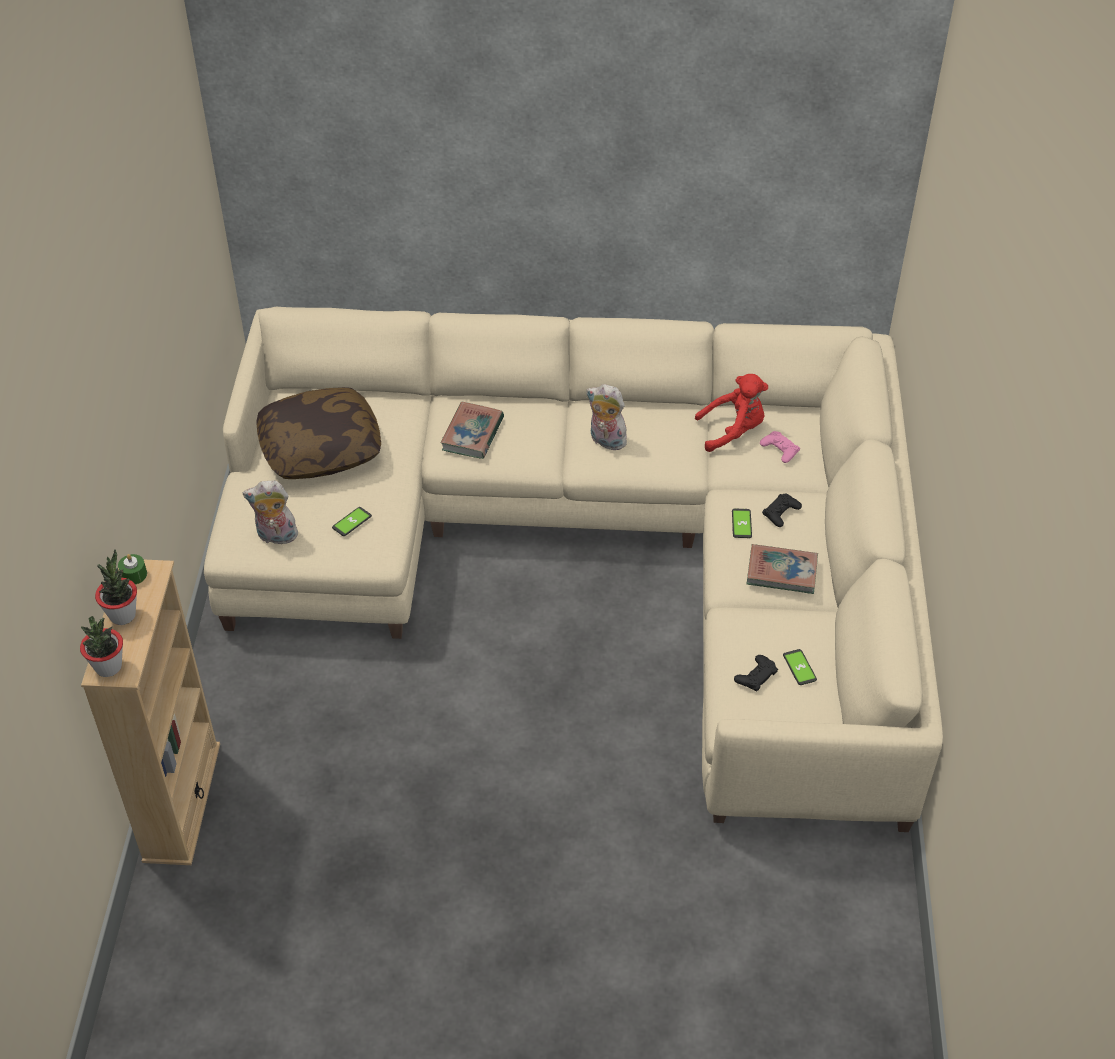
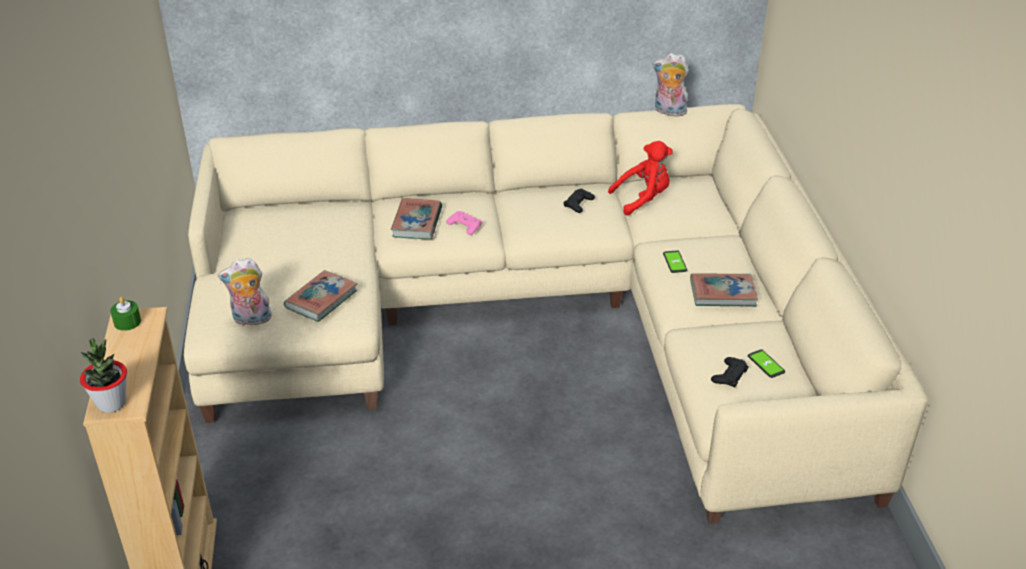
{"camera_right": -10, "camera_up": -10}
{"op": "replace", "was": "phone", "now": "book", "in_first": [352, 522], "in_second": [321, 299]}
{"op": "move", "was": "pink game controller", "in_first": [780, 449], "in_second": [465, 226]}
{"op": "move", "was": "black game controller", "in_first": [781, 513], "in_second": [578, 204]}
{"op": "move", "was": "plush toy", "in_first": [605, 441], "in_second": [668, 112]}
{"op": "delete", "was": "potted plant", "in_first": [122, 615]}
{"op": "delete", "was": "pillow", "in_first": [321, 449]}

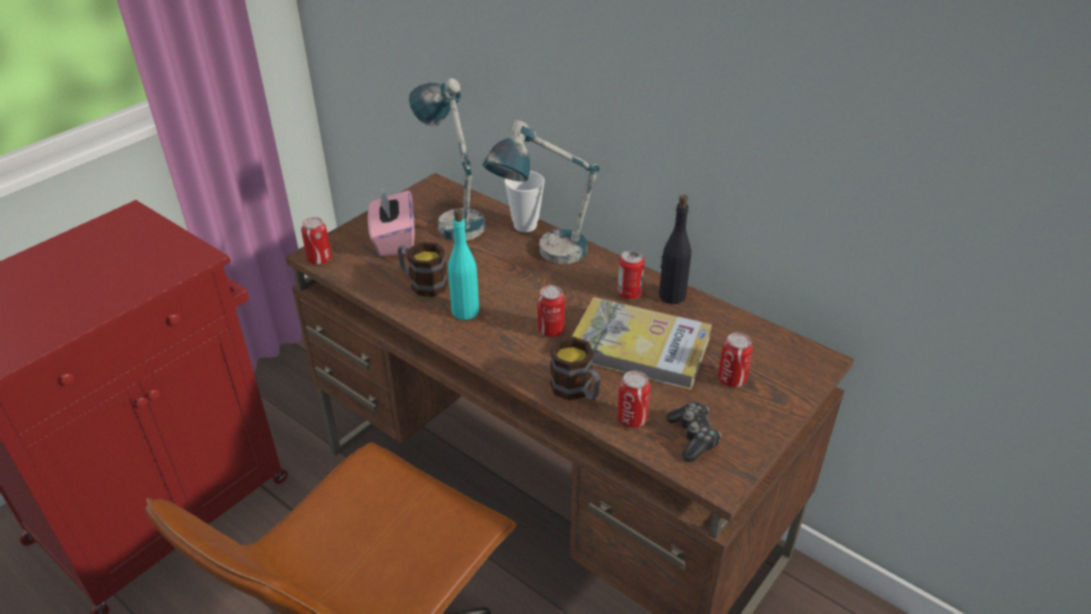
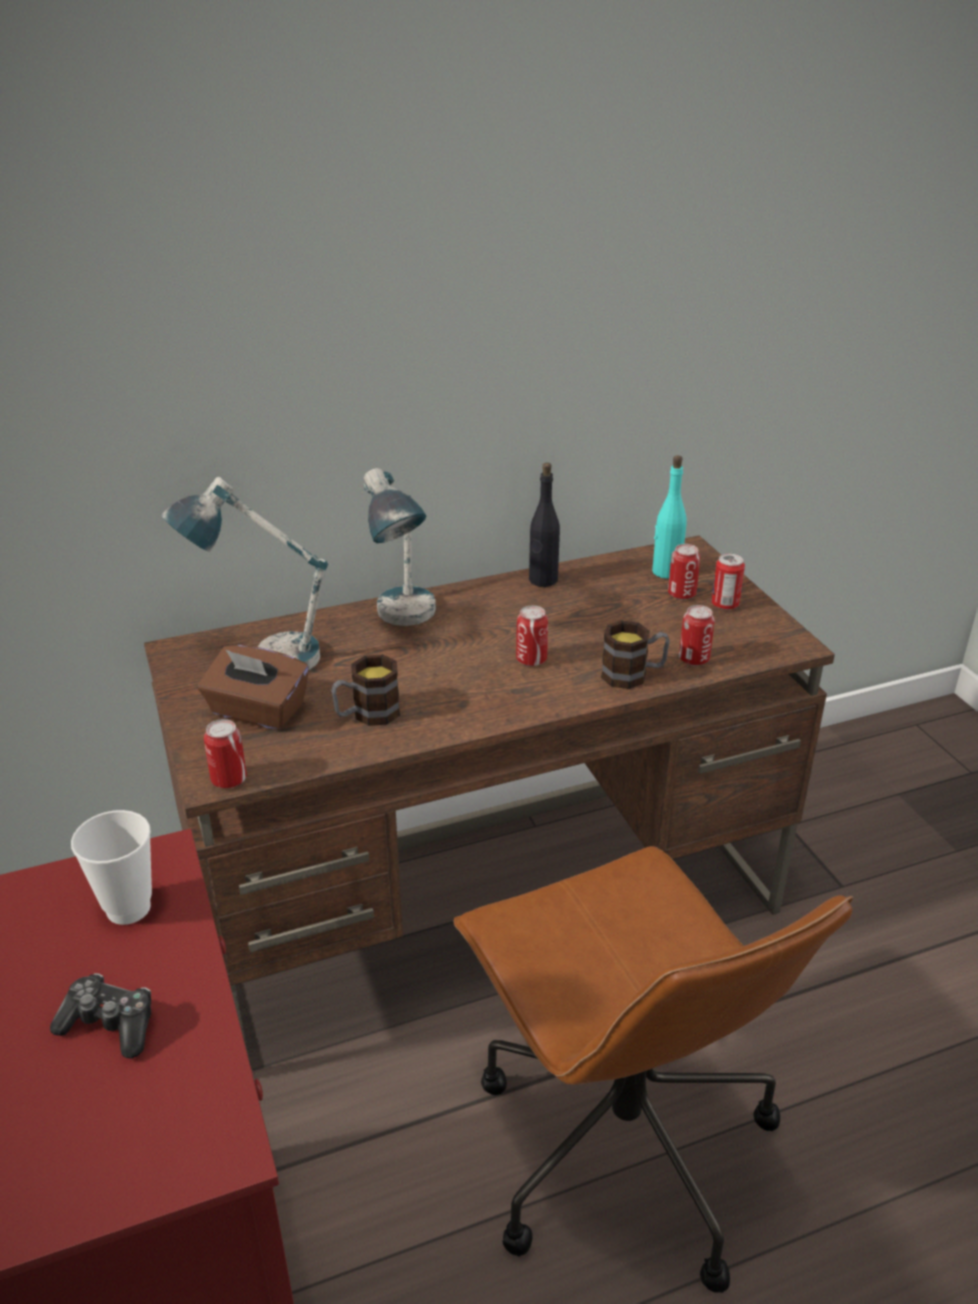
{"camera_right": -60, "camera_up": -5}
{"op": "move", "was": "game controller", "in_first": [693, 437], "in_second": [110, 1024]}
{"op": "move", "was": "cup", "in_first": [525, 225], "in_second": [128, 908]}
{"op": "recolor", "was": "pink tissue box", "now": "brown tissue box", "in_first": [394, 240], "in_second": [257, 711]}
{"op": "move", "was": "turquoise bottle", "in_first": [465, 311], "in_second": [666, 571]}
{"op": "move", "was": "can", "in_first": [629, 294], "in_second": [725, 605]}
{"op": "delete", "was": "book", "in_first": [639, 347]}

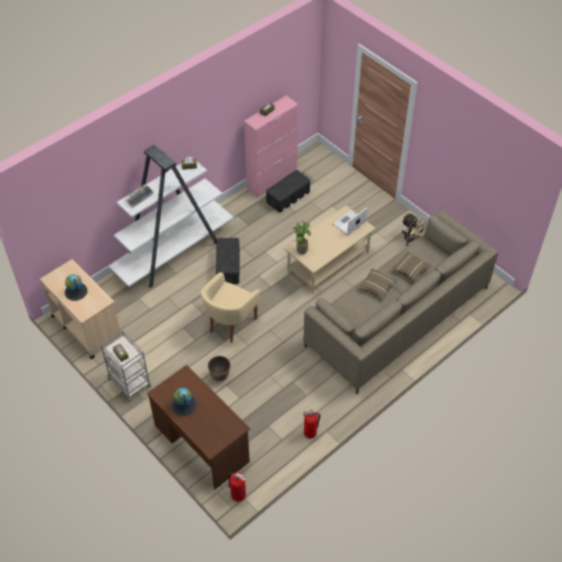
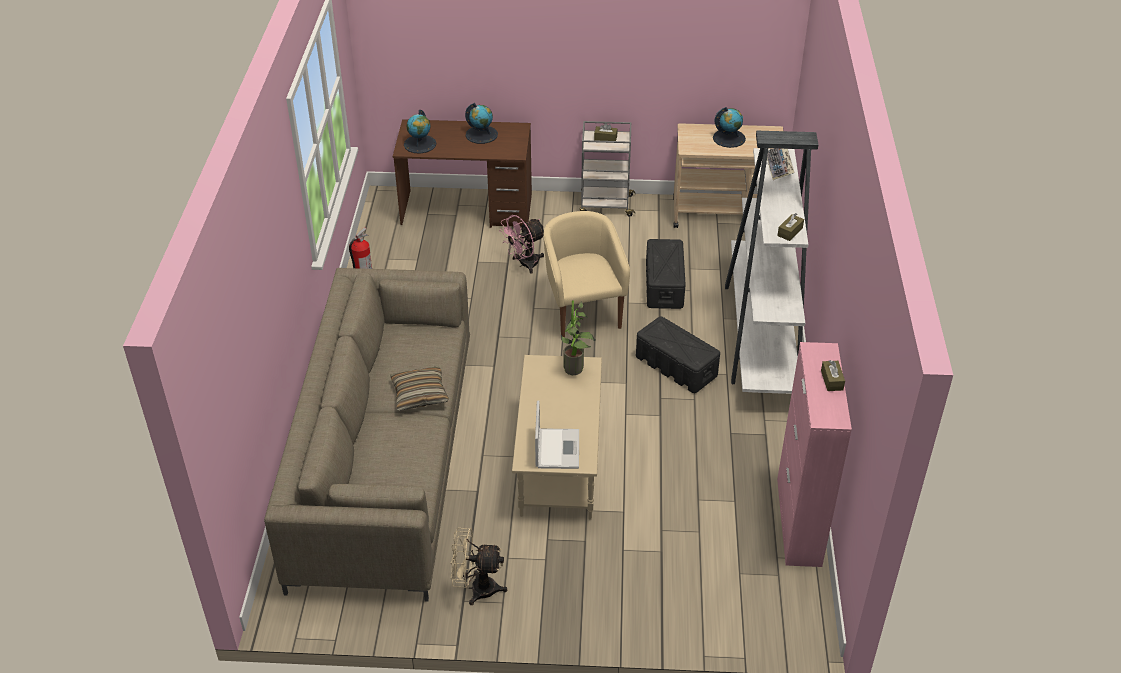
{"camera_right": 135, "camera_up": -10}
{"op": "insert", "now": "globe", "in_second": [420, 144]}
{"op": "replace", "was": "planter", "now": "pink fan", "in_first": [220, 376], "in_second": [524, 264]}
{"op": "move", "was": "black storage box", "in_first": [288, 197], "in_second": [664, 285]}
{"op": "delete", "was": "fire extinguisher", "in_first": [237, 494]}
{"op": "delete", "was": "pillow", "in_first": [410, 270]}

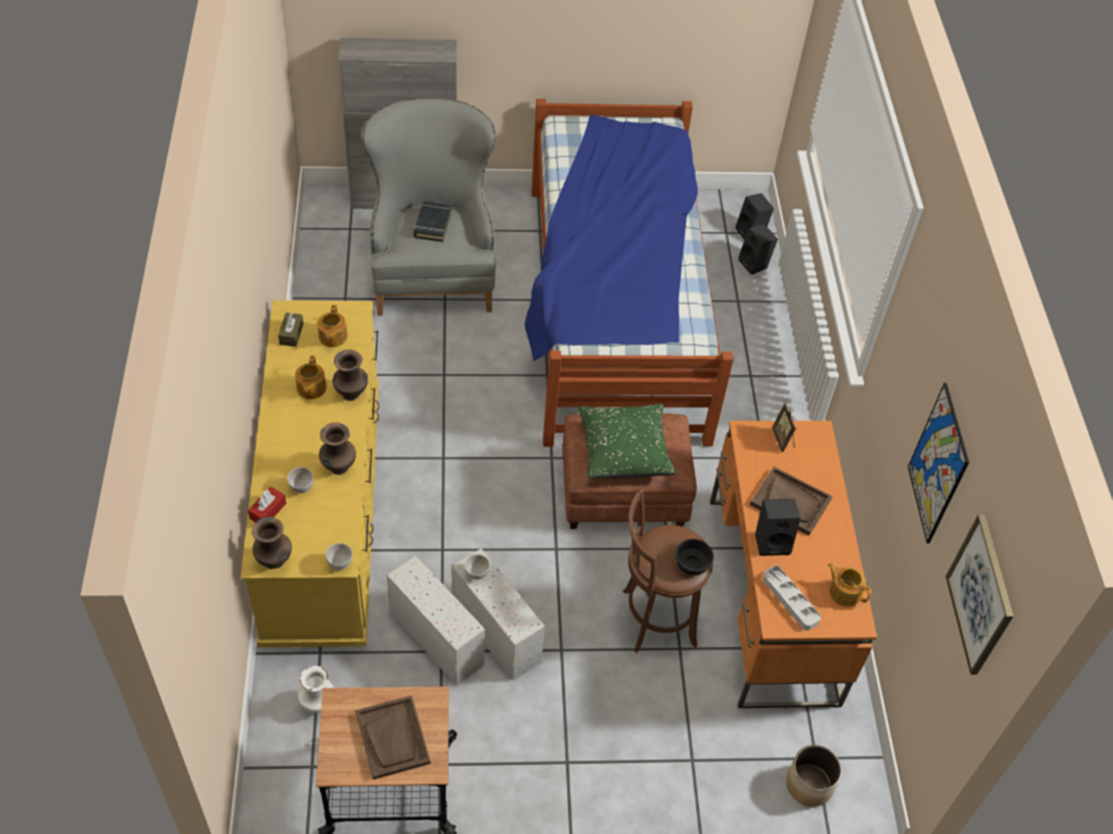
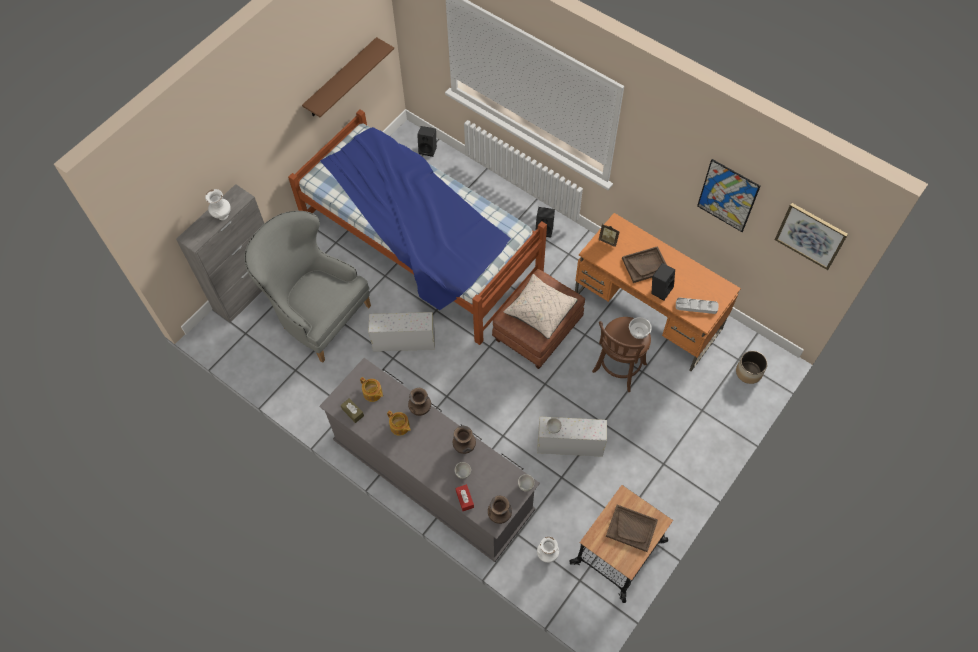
{"camera_right": -45, "camera_up": 10}
{"op": "insert", "now": "white vase", "in_second": [222, 216]}
{"op": "insert", "now": "brown shelf", "in_second": [341, 79]}
{"op": "recolor", "was": "yellow dresser", "now": "grey dresser", "in_first": [324, 512], "in_second": [433, 476]}
{"op": "move", "was": "white storage box", "in_first": [435, 637], "in_second": [403, 341]}
{"op": "recolor", "was": "green pillow", "now": "beige pillow", "in_first": [624, 451], "in_second": [540, 311]}
{"op": "move", "was": "black speaker", "in_first": [755, 264], "in_second": [545, 229]}
{"op": "recolor", "was": "black bowl", "now": "white bowl", "in_first": [690, 564], "in_second": [638, 332]}
{"op": "delete", "was": "black book", "in_first": [432, 224]}
{"op": "delete", "was": "teapot", "in_first": [844, 592]}

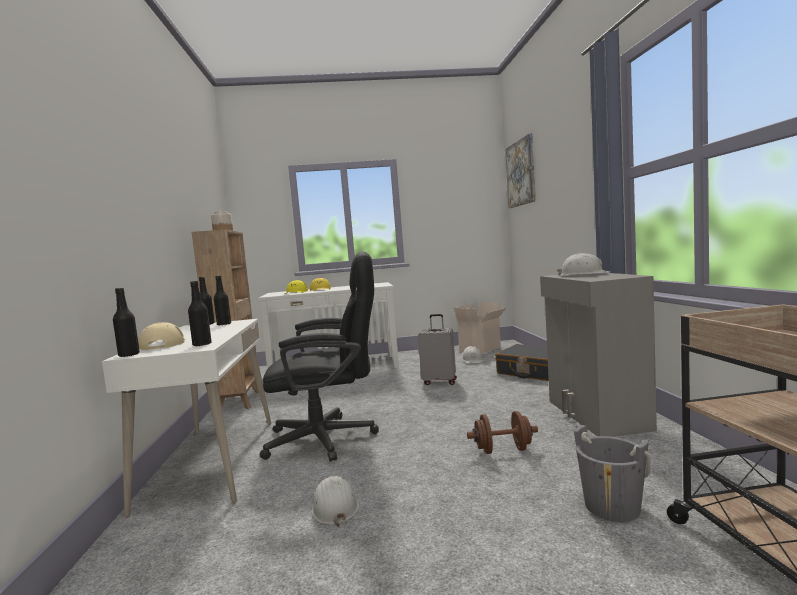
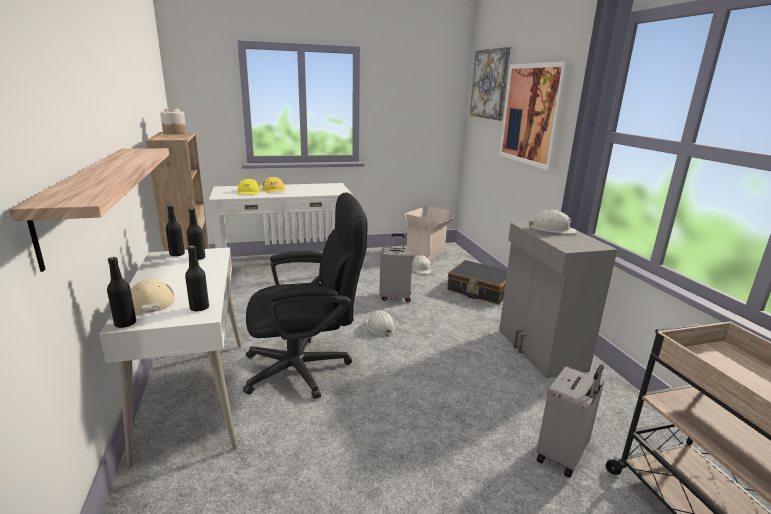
{"camera_right": -10, "camera_up": 15}
{"op": "insert", "now": "shelf", "in_second": [87, 197]}
{"op": "move", "was": "white hard hat", "in_first": [334, 507], "in_second": [379, 327]}
{"op": "insert", "now": "picture", "in_second": [531, 114]}
{"op": "replace", "was": "grey bucket", "now": "grey suitcase", "in_first": [612, 507], "in_second": [563, 456]}
{"op": "delete", "was": "brown dumbbell", "in_first": [503, 450]}

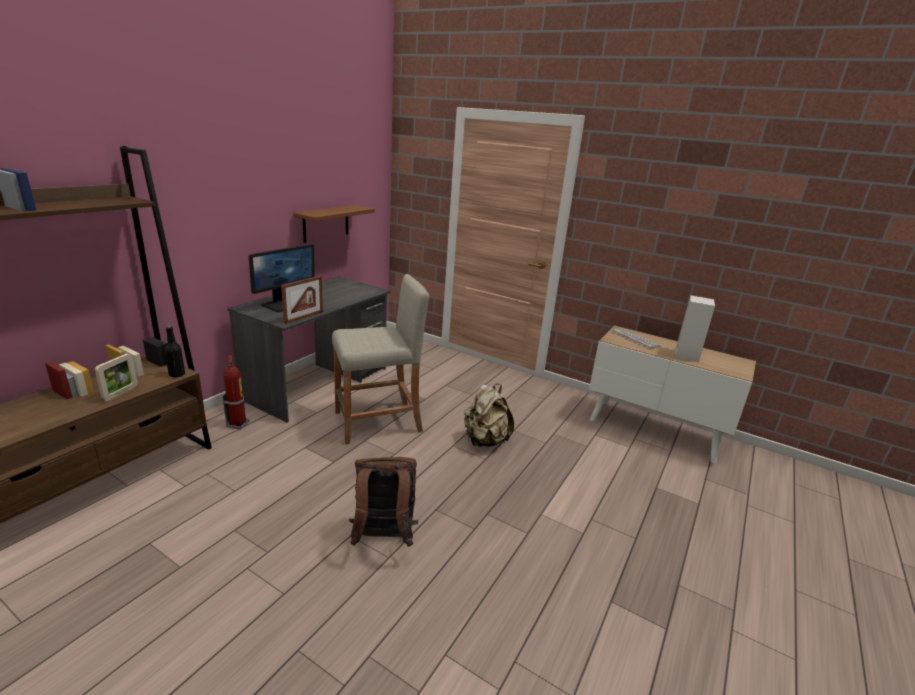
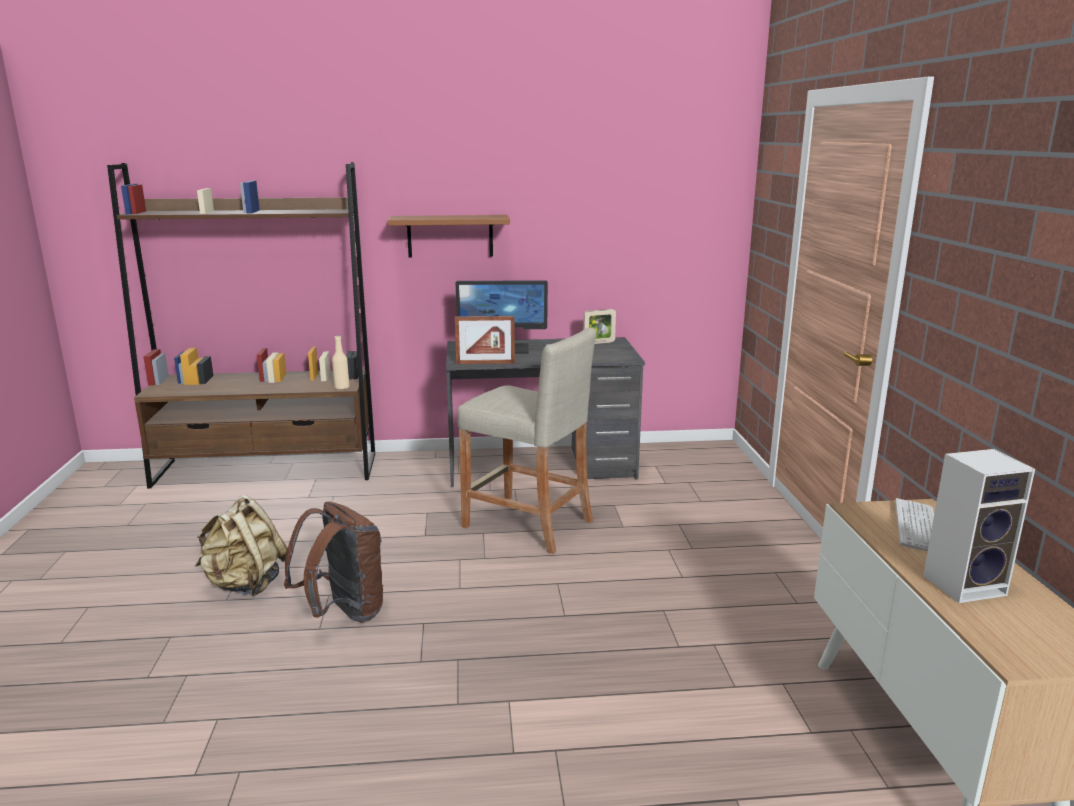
{"camera_right": 55, "camera_up": -5}
{"op": "move", "was": "beige backpack", "in_first": [485, 441], "in_second": [245, 584]}
{"op": "recolor", "was": "black bottle", "now": "beige bottle", "in_first": [177, 375], "in_second": [342, 387]}
{"op": "move", "was": "brown shelf", "in_first": [326, 223], "in_second": [450, 236]}
{"op": "move", "was": "picture frame", "in_first": [120, 393], "in_second": [599, 342]}
{"op": "delete", "was": "fire extinguisher", "in_first": [238, 424]}

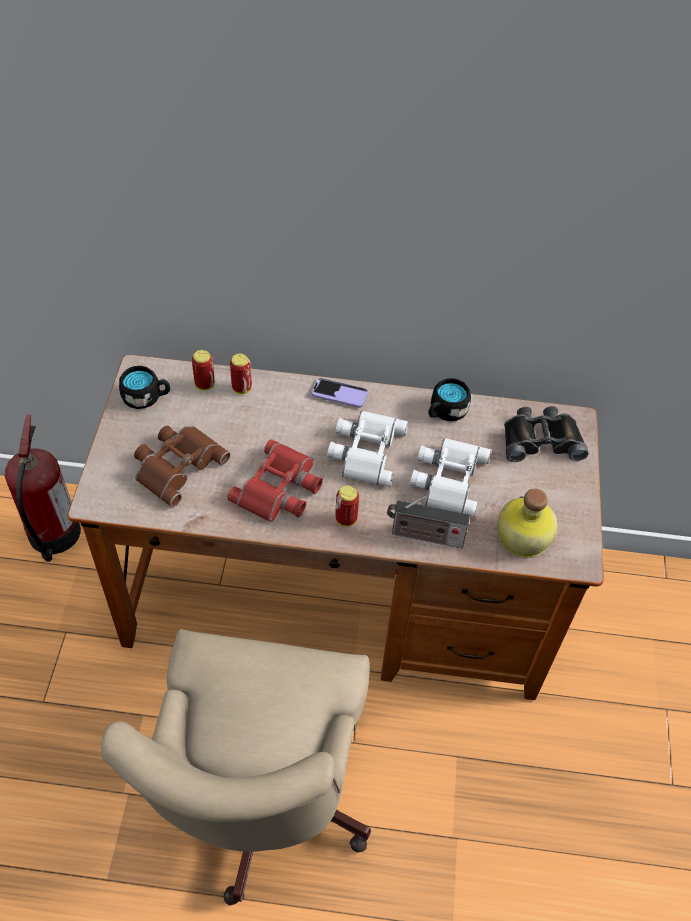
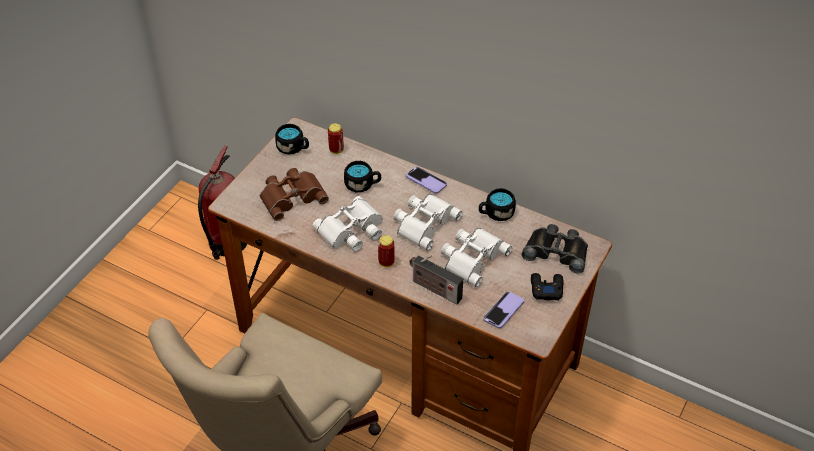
{"camera_right": 25, "camera_up": -5}
{"op": "recolor", "was": "red binoculars", "now": "white binoculars", "in_first": [280, 489], "in_second": [352, 230]}
{"op": "insert", "now": "black mug", "in_second": [363, 184]}
{"op": "replace", "was": "bottle", "now": "phone", "in_first": [521, 537], "in_second": [503, 311]}
{"op": "insert", "now": "black game controller", "in_second": [546, 288]}
{"op": "delete", "was": "can", "in_first": [241, 388]}

